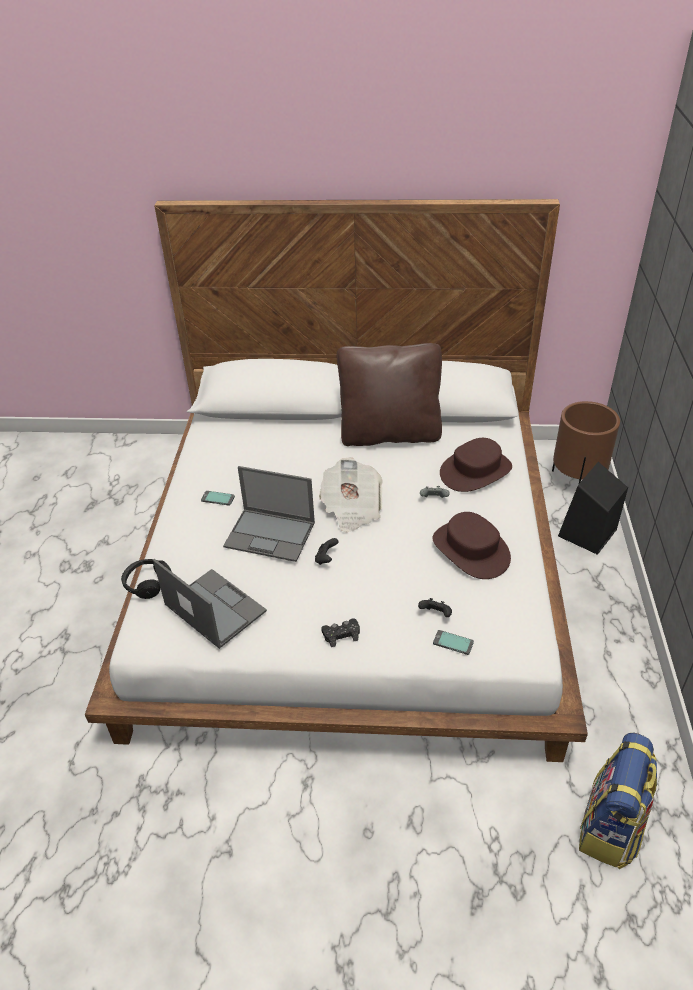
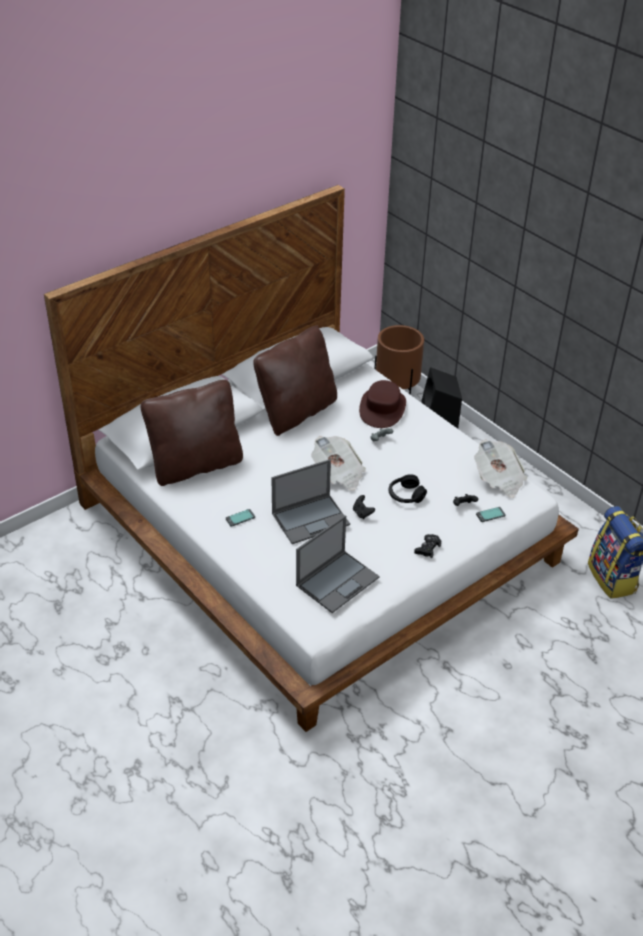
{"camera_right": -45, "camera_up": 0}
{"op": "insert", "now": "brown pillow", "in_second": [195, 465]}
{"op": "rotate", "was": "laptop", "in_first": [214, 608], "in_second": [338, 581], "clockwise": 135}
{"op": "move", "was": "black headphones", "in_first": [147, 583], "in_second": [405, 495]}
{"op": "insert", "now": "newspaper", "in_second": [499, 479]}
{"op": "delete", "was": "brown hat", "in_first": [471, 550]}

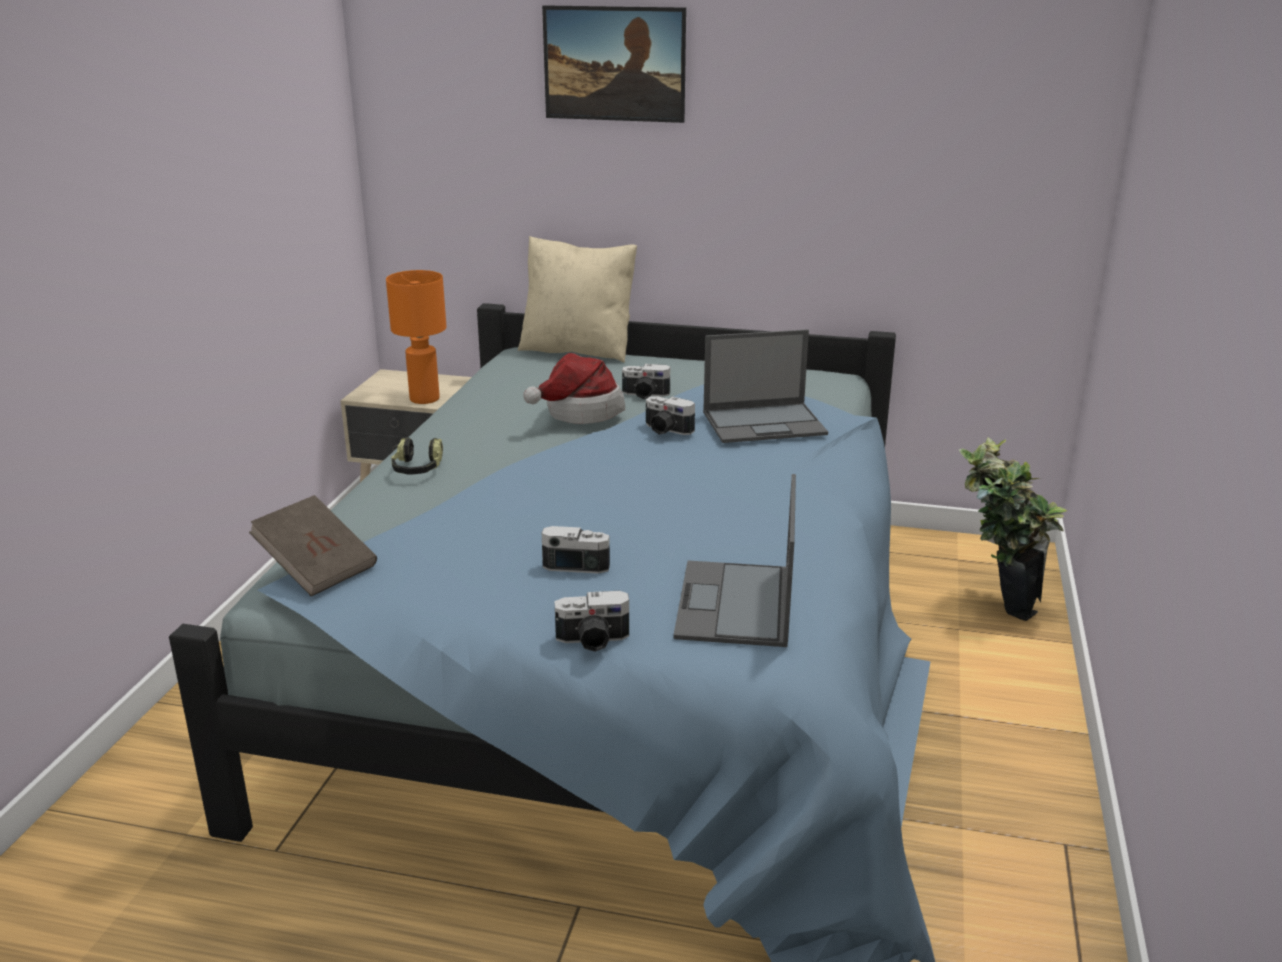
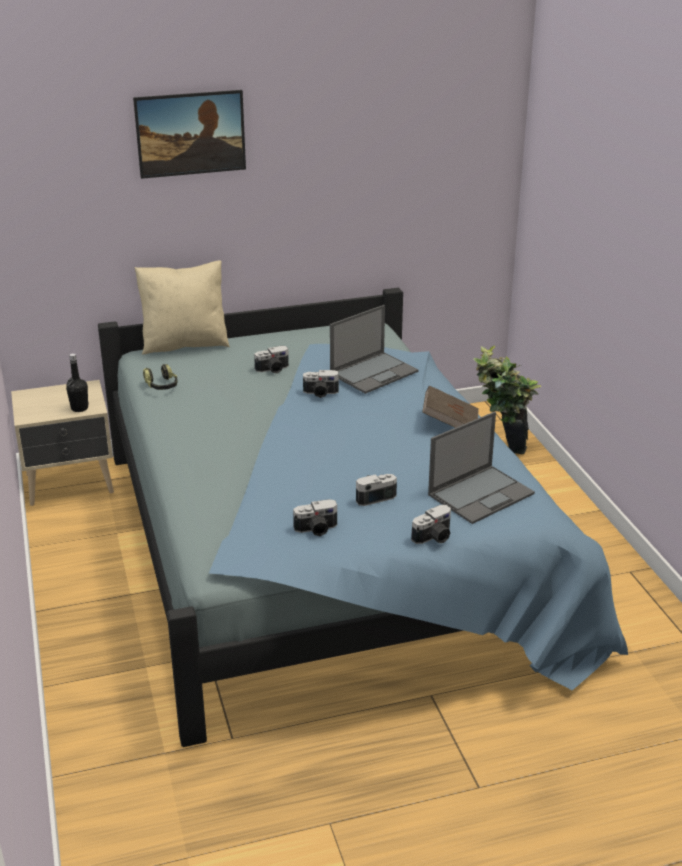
{"camera_right": -30, "camera_up": 5}
{"op": "replace", "was": "orange table lamp", "now": "black bottle", "in_first": [424, 399], "in_second": [79, 408]}
{"op": "move", "was": "headphones", "in_first": [418, 470], "in_second": [161, 386]}
{"op": "insert", "now": "photo camera", "in_second": [316, 529]}
{"op": "move", "was": "brown book", "in_first": [317, 567], "in_second": [450, 423]}
{"op": "rotate", "was": "laptop", "in_first": [735, 605], "in_second": [481, 494], "clockwise": -105}
{"op": "delete", "was": "hat", "in_first": [578, 411]}

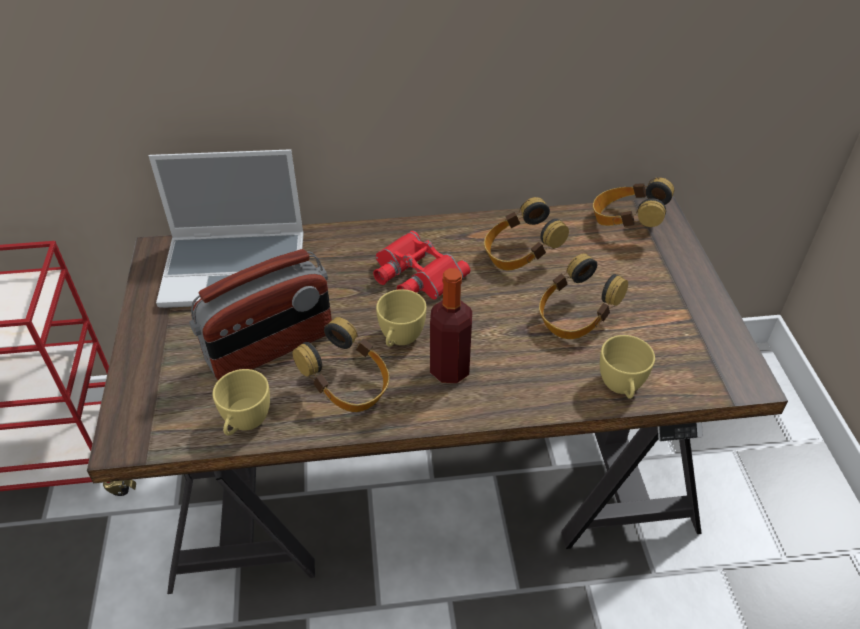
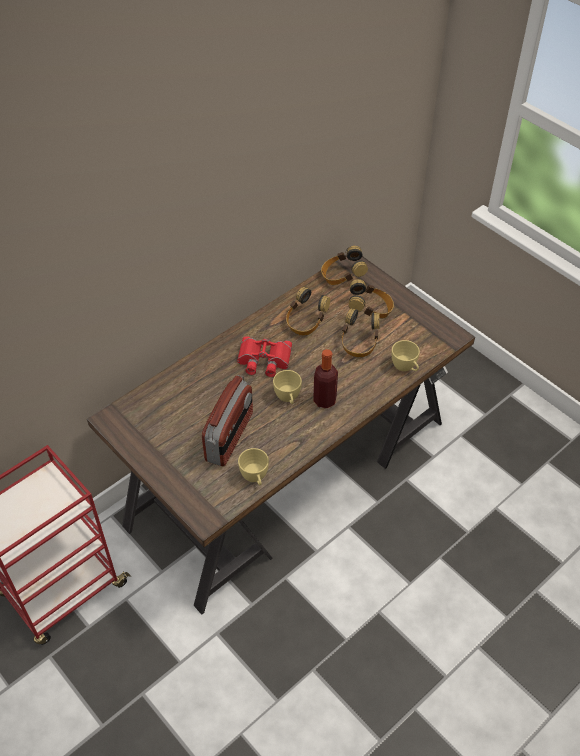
{"camera_right": -35, "camera_up": 5}
{"op": "move", "was": "headphones", "in_first": [348, 387], "in_second": [370, 310]}
{"op": "delete", "was": "laptop", "in_first": [237, 269]}

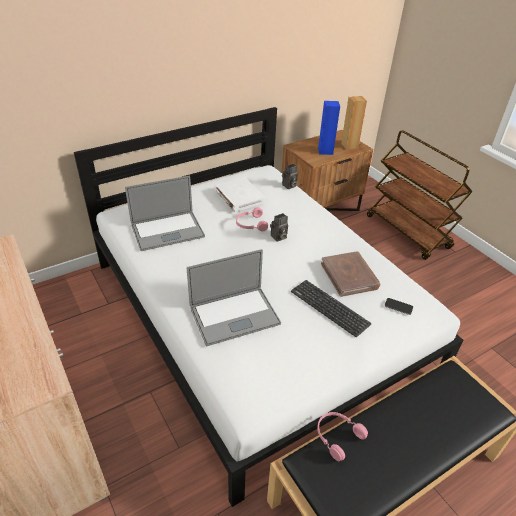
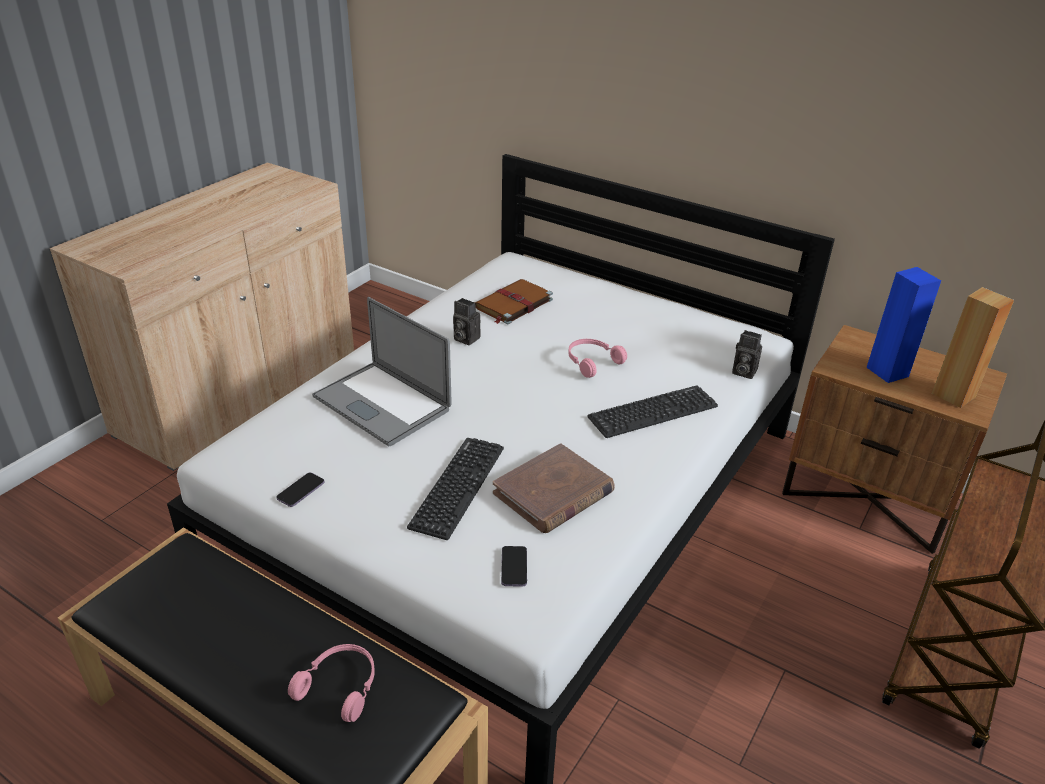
{"camera_right": 65, "camera_up": -5}
{"op": "insert", "now": "phone", "in_second": [301, 491]}
{"op": "move", "was": "pink headphones", "in_first": [337, 436], "in_second": [340, 686]}
{"op": "move", "was": "photo camera", "in_first": [278, 237], "in_second": [464, 338]}
{"op": "replace", "was": "laptop", "now": "brown book", "in_first": [167, 231], "in_second": [513, 304]}
{"op": "insert", "now": "keyboard", "in_second": [653, 412]}
{"op": "delete", "was": "white book", "in_first": [239, 197]}

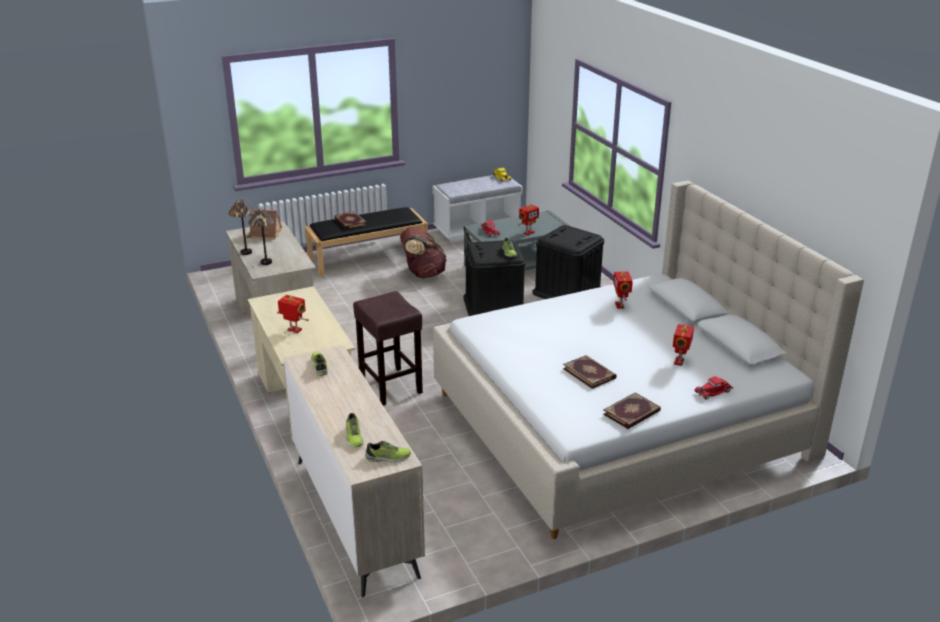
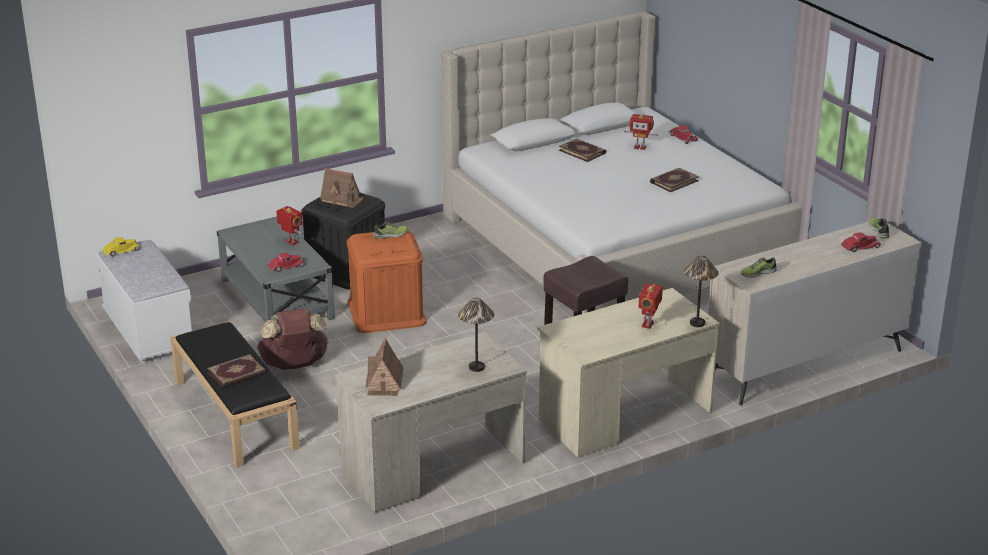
{"camera_right": -95, "camera_up": 0}
{"op": "insert", "now": "toy house", "in_second": [342, 199]}
{"op": "recolor", "was": "black storage box", "now": "orange storage box", "in_first": [494, 306], "in_second": [386, 312]}
{"op": "move", "was": "book", "in_first": [632, 413], "in_second": [582, 151]}
{"op": "move", "was": "table lamp", "in_first": [246, 252], "in_second": [697, 323]}
{"op": "replace", "was": "shoe", "now": "red toy car", "in_first": [353, 437], "in_second": [860, 247]}
{"op": "delete", "was": "toy robot", "in_first": [620, 305]}

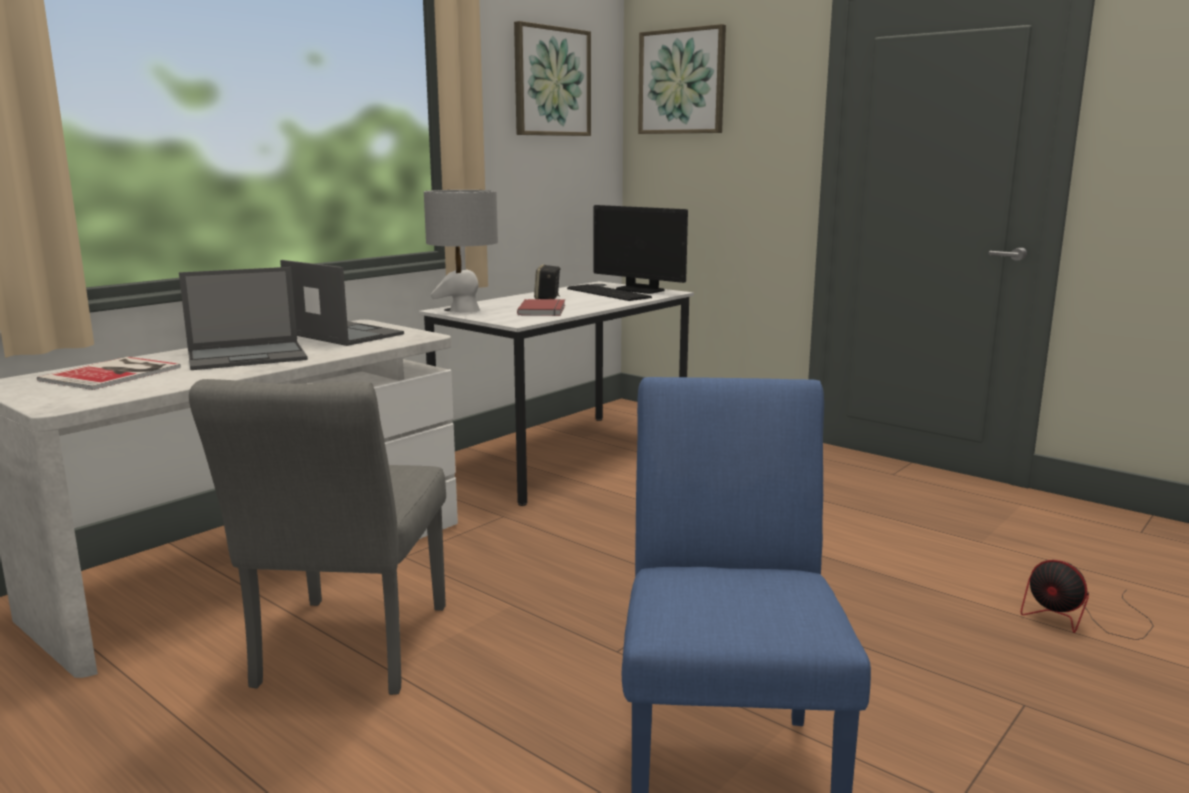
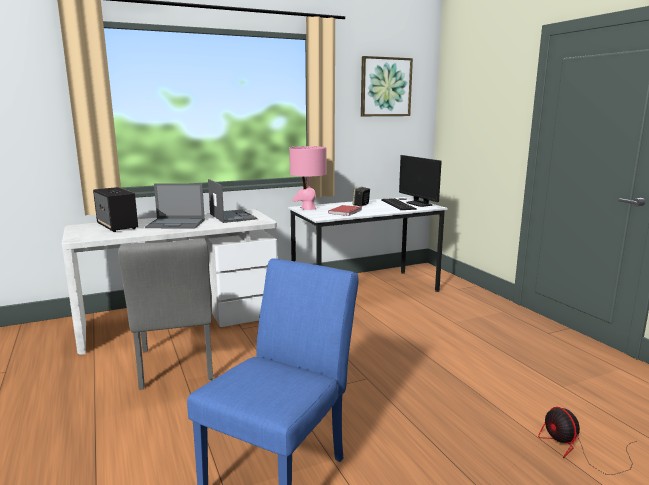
{"camera_right": 25, "camera_up": 0}
{"op": "replace", "was": "book", "now": "speaker", "in_first": [115, 373], "in_second": [117, 226]}
{"op": "rotate", "was": "grey chair", "in_first": [346, 653], "in_second": [176, 368], "clockwise": -45}
{"op": "recolor", "was": "grey table lamp", "now": "pink table lamp", "in_first": [464, 310], "in_second": [308, 208]}
{"op": "delete", "was": "picture", "in_first": [682, 82]}

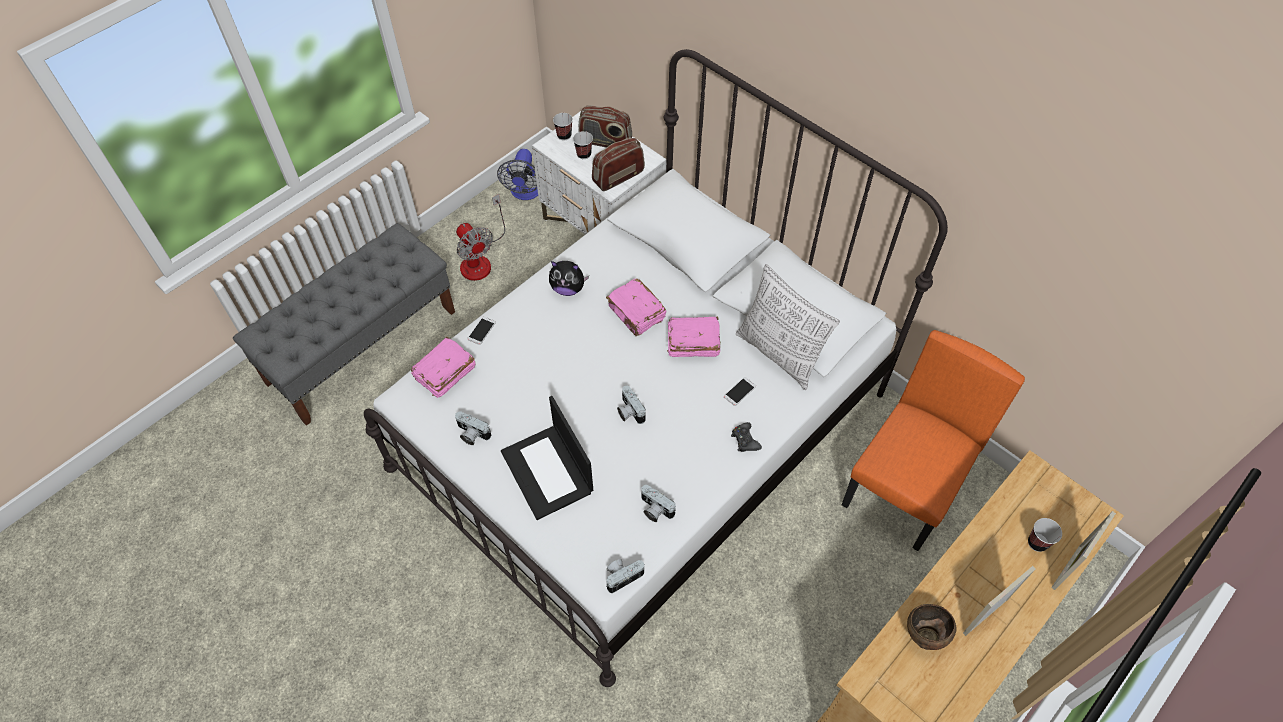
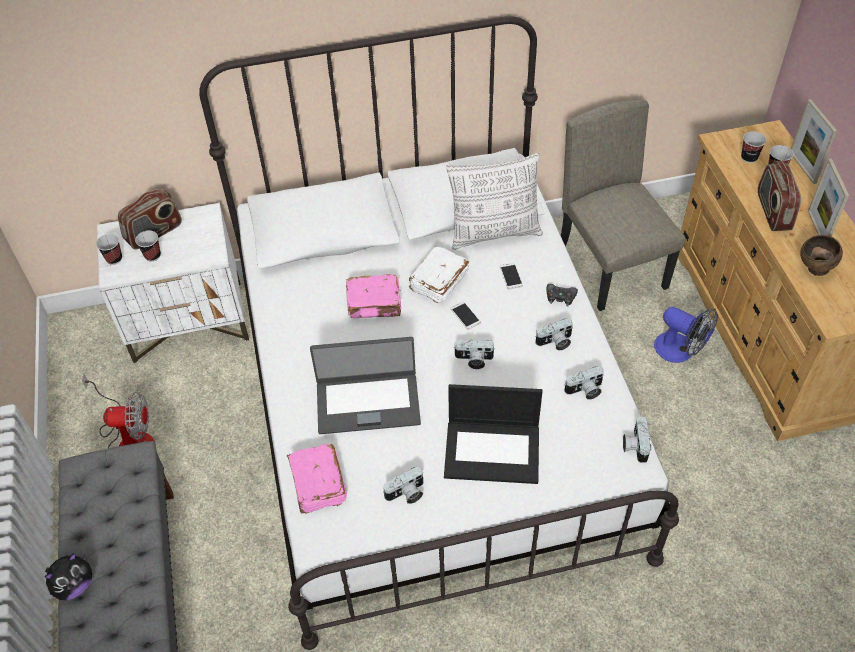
{"camera_right": -55, "camera_up": -5}
{"op": "move", "was": "plush toy", "in_first": [568, 288], "in_second": [75, 585]}
{"op": "insert", "now": "laptop", "in_second": [368, 402]}
{"op": "recolor", "was": "pink book", "now": "white book", "in_first": [692, 343], "in_second": [438, 282]}
{"op": "move", "was": "phone", "in_first": [481, 330], "in_second": [465, 315]}
{"op": "insert", "now": "photo camera", "in_second": [555, 342]}
{"op": "recolor", "was": "orange chair", "now": "beige chair", "in_first": [904, 490], "in_second": [612, 267]}
{"op": "move", "was": "fan", "in_first": [525, 193], "in_second": [680, 351]}
{"op": "insert", "now": "cup", "in_second": [749, 157]}
{"op": "move", "was": "radio", "in_first": [618, 177], "in_second": [773, 211]}

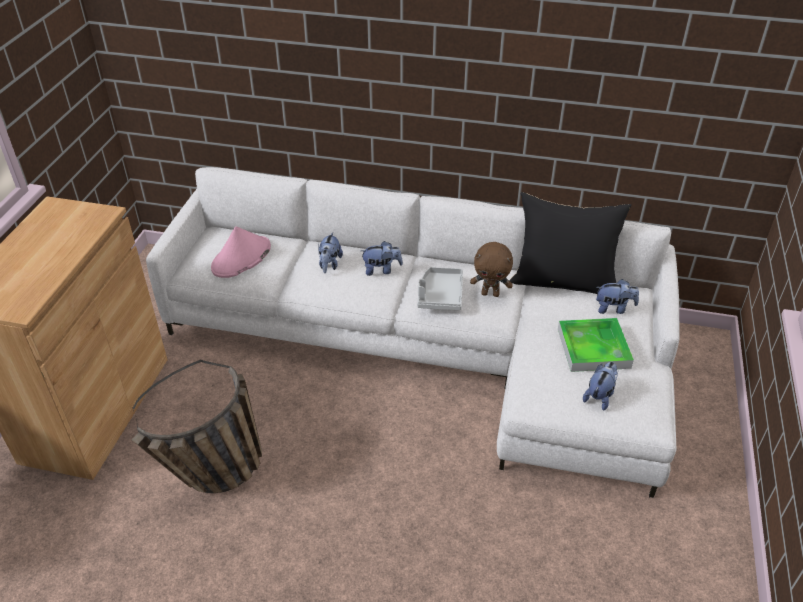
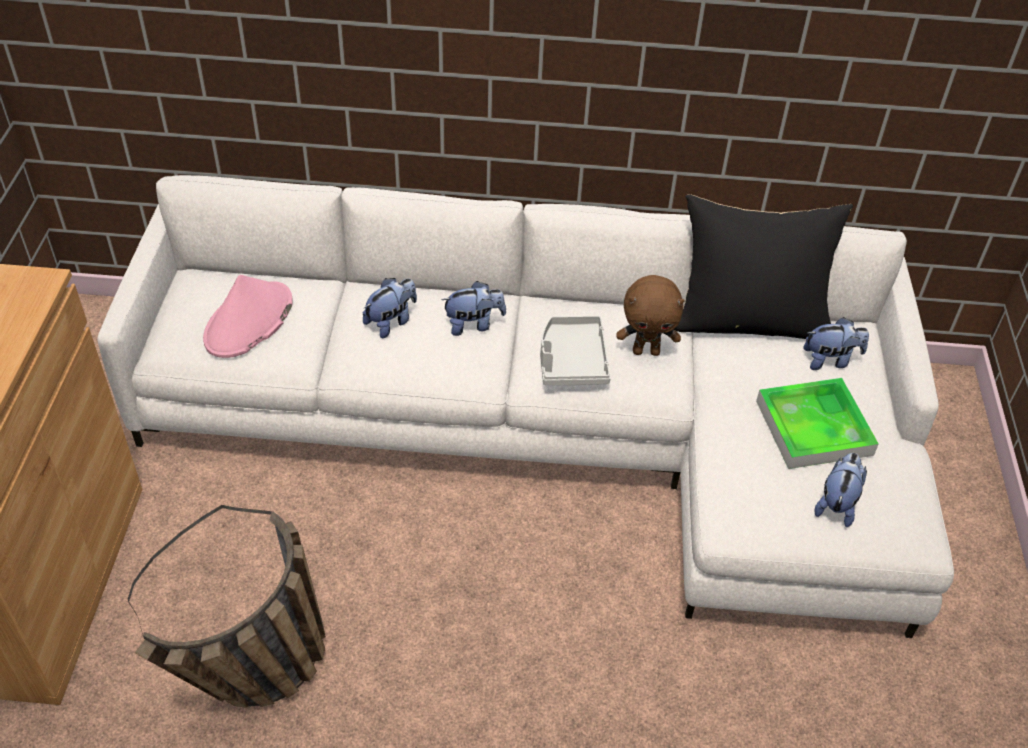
{"camera_right": -10, "camera_up": 5}
{"op": "rotate", "was": "plush toy", "in_first": [329, 264], "in_second": [391, 322], "clockwise": -135}

